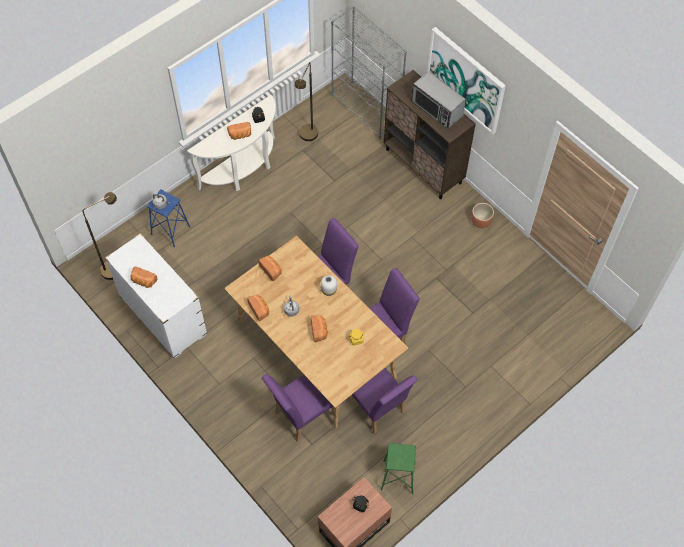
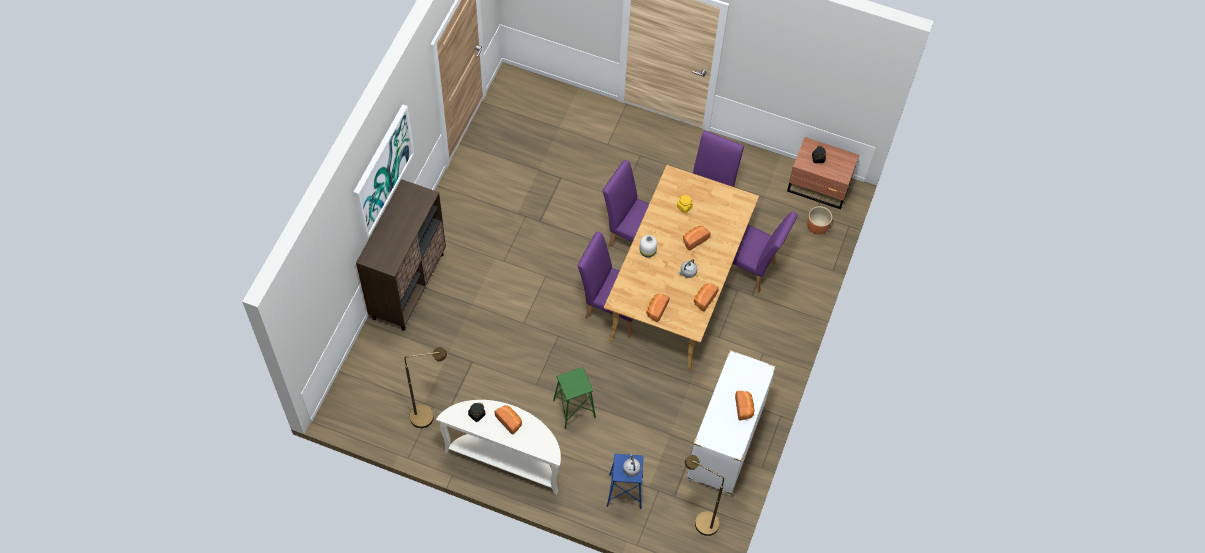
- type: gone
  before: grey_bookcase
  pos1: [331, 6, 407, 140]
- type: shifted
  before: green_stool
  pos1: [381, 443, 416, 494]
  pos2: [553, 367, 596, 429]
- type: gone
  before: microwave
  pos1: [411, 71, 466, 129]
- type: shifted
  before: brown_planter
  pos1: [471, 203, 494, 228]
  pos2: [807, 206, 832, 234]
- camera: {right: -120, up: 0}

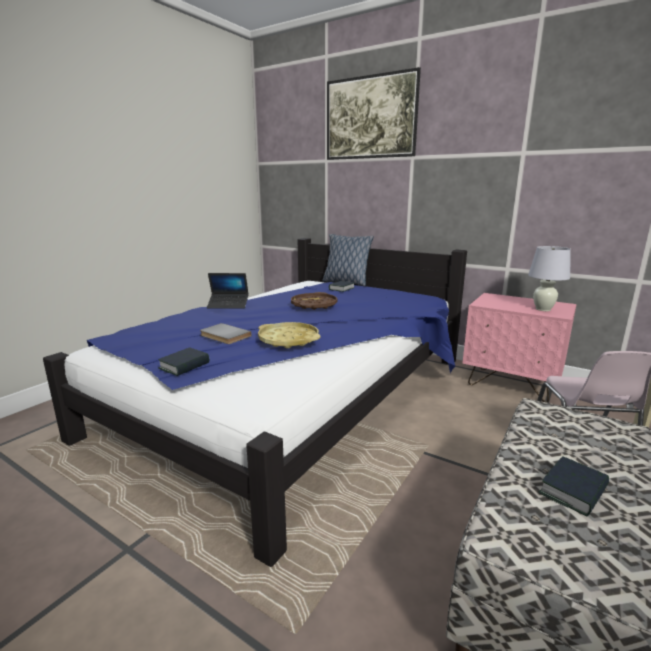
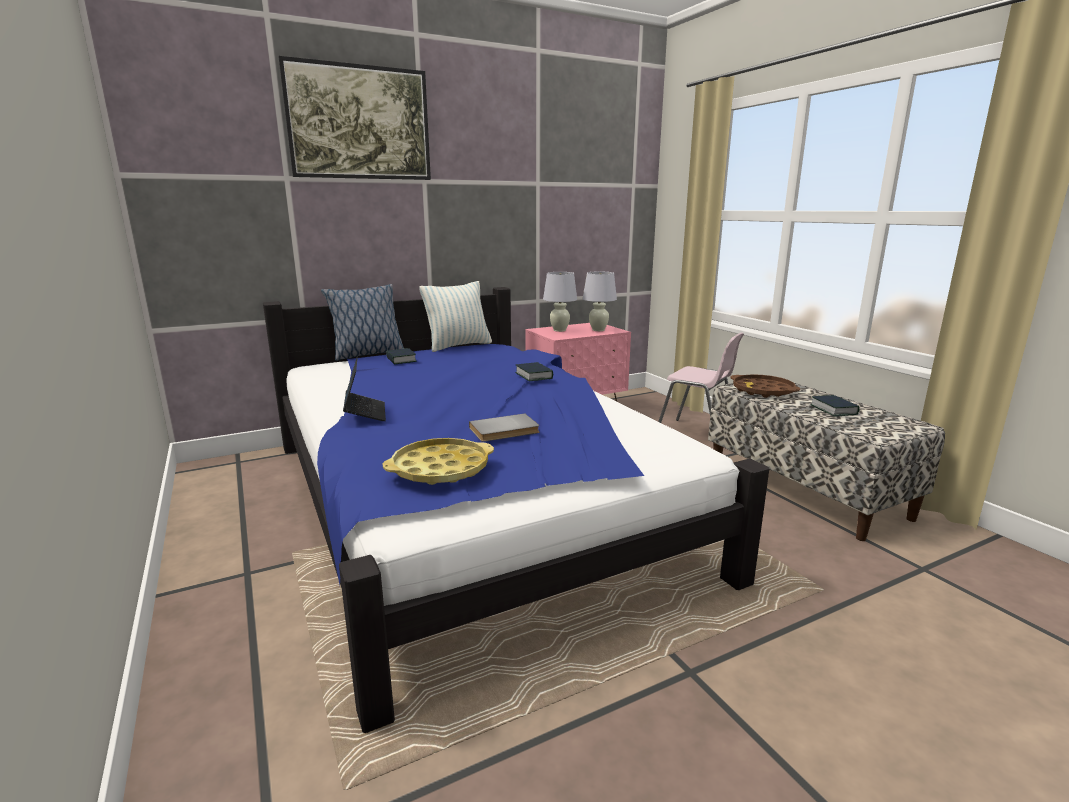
- type: shifted
  before: book
  pos1: [158, 347, 209, 376]
  pos2: [515, 362, 553, 381]
- type: rotated
  before: laptop
  pos1: [207, 273, 249, 309]
  pos2: [343, 357, 386, 421]
  turn: -45
- type: shifted
  before: yellow_tray
  pos1: [258, 322, 320, 349]
  pos2: [383, 438, 494, 485]
- type: shifted
  before: brown_tray
  pos1: [291, 292, 337, 310]
  pos2: [730, 374, 800, 398]
- type: new
  after: pillow
  pos2: [419, 281, 492, 352]
- type: new
  after: white_table_lamp
  pos2: [543, 272, 577, 332]
- camera: {right: -60, up: 0}

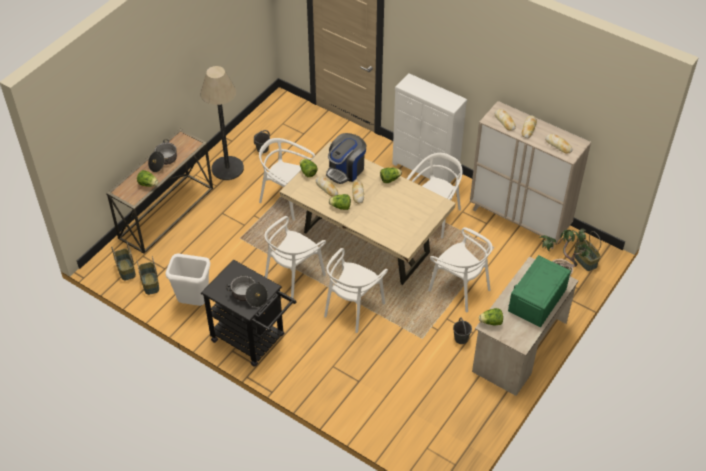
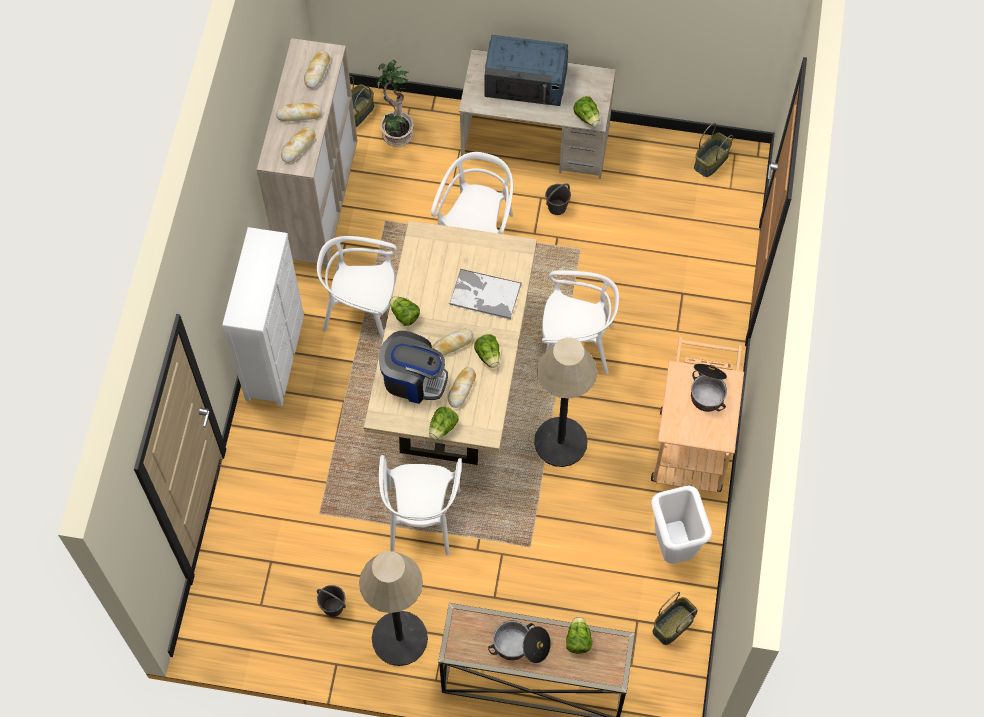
- type: shifted
  before: basket
  pos1: [111, 242, 136, 281]
  pos2: [694, 123, 733, 177]
- type: repainted
  before: black_cart
  after: beige_cart
  pos1: [201, 260, 296, 367]
  pos2: [651, 336, 744, 493]
- type: swapped
  before: white_chair
  after: floor_lamp
  pos1: [264, 216, 326, 299]
  pos2: [534, 337, 597, 467]
- type: repainted
  before: green_microwave
  after: blue_microwave
  pos1: [508, 255, 571, 327]
  pos2: [484, 35, 568, 106]
- type: new
  after: tray
  pos2: [449, 269, 522, 320]
- camera: {right: -115, up: 15}

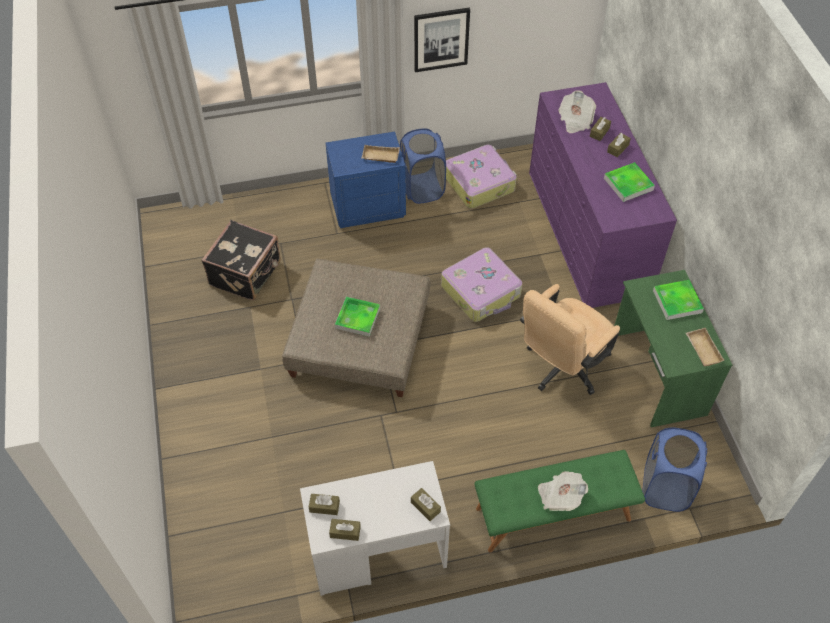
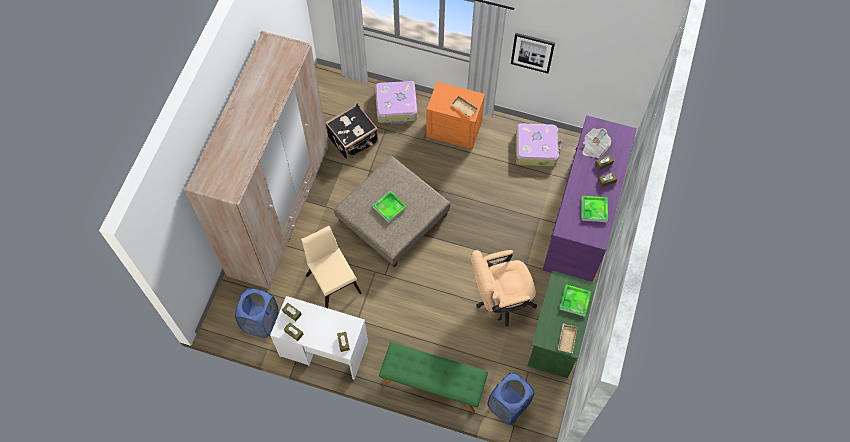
- type: repainted
  before: blue_nightstand
  after: orange_nightstand
  pos1: [326, 131, 406, 228]
  pos2: [426, 82, 485, 149]
- type: shifted
  before: blue_laundry_basket
  pos1: [400, 128, 446, 204]
  pos2: [235, 288, 278, 338]
- type: shifted
  before: suitcase
  pos1: [441, 247, 523, 322]
  pos2: [375, 81, 417, 124]
- type: gone
  before: newspaper
  pos1: [538, 471, 588, 511]
- type: new
  after: beige_wardrobe
  pos2: [185, 31, 328, 289]
- type: new
  after: beige_chair
  pos2: [301, 226, 362, 308]
- camera: {right: 30, up: 10}

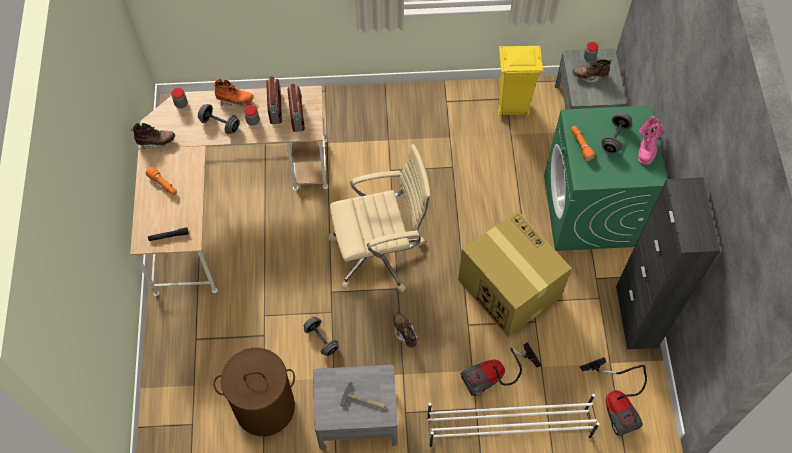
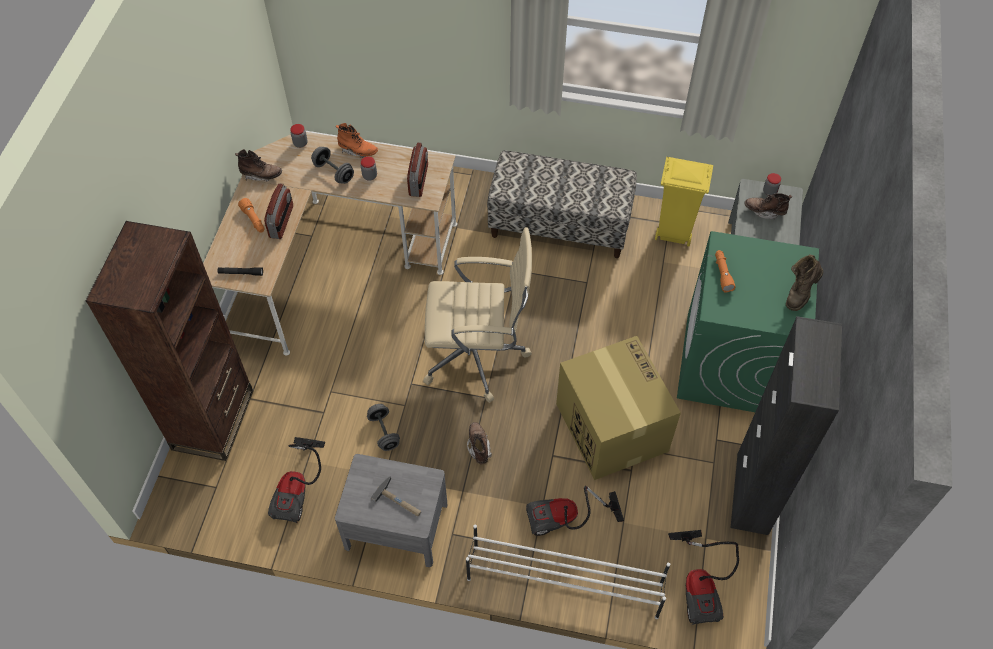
- type: swapped
  before: brown_laundry_basket
  after: vacuum_cleaner
  pos1: [213, 347, 295, 436]
  pos2: [268, 437, 326, 523]
- type: shifted
  before: radio
  pos1: [267, 76, 282, 124]
  pos2: [264, 183, 293, 239]
- type: gone
  before: grey_dumbbell
  pos1: [602, 112, 632, 154]
- type: repainted
  before: pink_boot
  after: brown_boot
  pos1: [638, 116, 663, 165]
  pos2: [786, 254, 824, 311]
- type: new
  after: brown_bookcase
  pos2: [86, 221, 253, 461]
- type: new
  after: bench
  pos2: [487, 150, 637, 258]
- camera: {right: 15, up: -5}

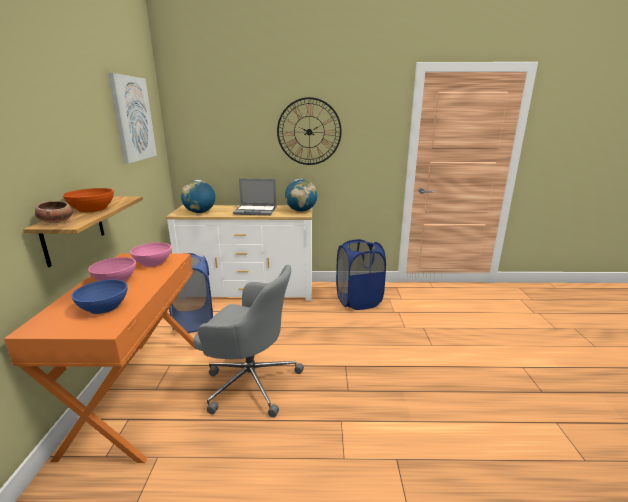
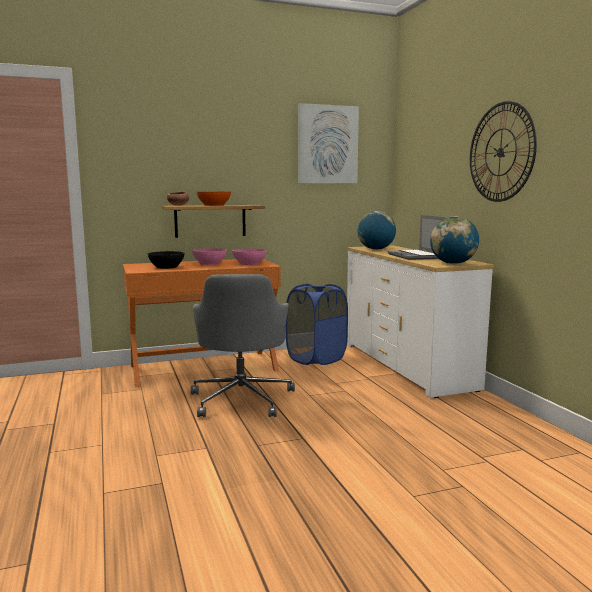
- type: repainted
  before: blue_bowl
  after: black_bowl
  pos1: [71, 280, 128, 314]
  pos2: [148, 251, 185, 269]
- type: gone
  before: blue_laundry_basket
  pos1: [336, 239, 386, 310]
- camera: {right: 70, up: -10}

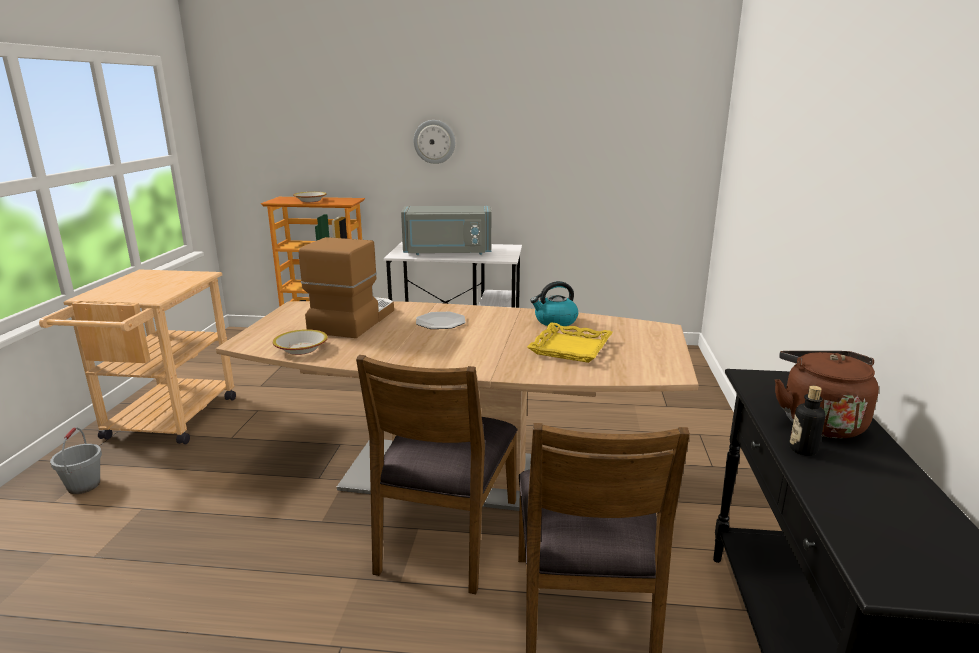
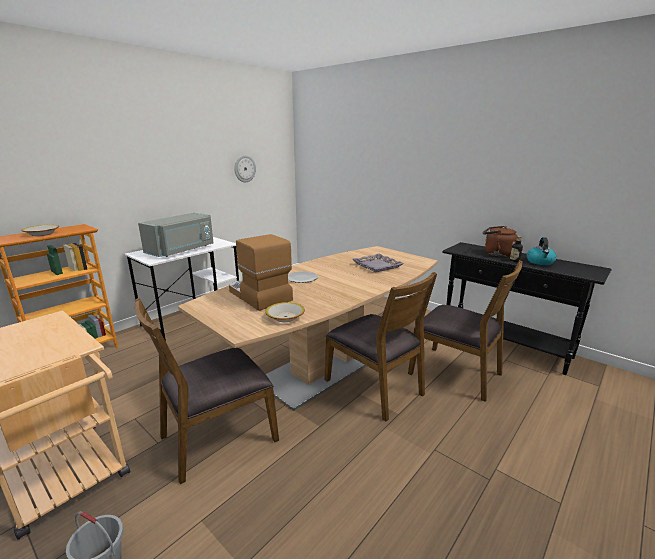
- type: shifted
  before: wall_clock
  pos1: [413, 120, 455, 164]
  pos2: [234, 155, 256, 182]
- type: repainted
  before: yellow_tray
  after: grey_tray
  pos1: [527, 322, 613, 363]
  pos2: [352, 254, 404, 272]
- type: shifted
  before: kettle
  pos1: [530, 281, 578, 327]
  pos2: [527, 237, 557, 265]
- type: new
  after: brown_chair
  pos2: [135, 298, 279, 484]
- camera: {right: -55, up: 0}

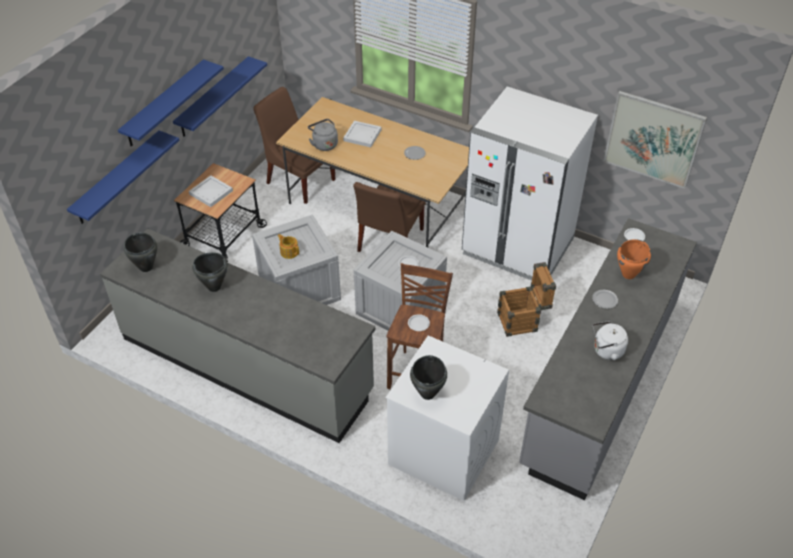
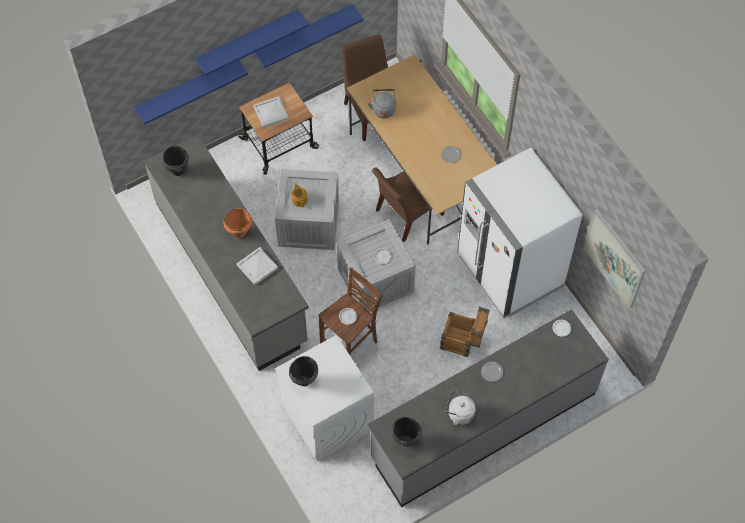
- type: shifted
  before: black_cooking_pot
  pos1: [192, 252, 228, 292]
  pos2: [391, 417, 422, 446]
- type: shifted
  before: white_tray
  pos1: [343, 121, 381, 147]
  pos2: [237, 247, 278, 285]
- type: shifted
  before: orange_cooking_pot
  pos1: [617, 239, 651, 279]
  pos2: [223, 209, 252, 238]
- camera: {right: 30, up: 15}

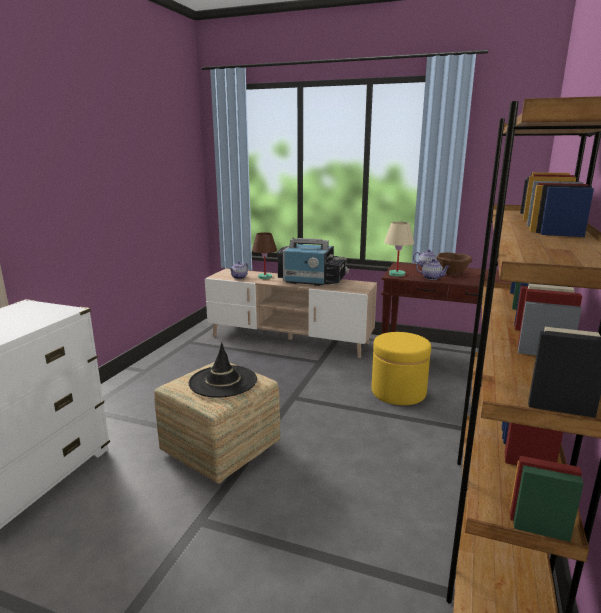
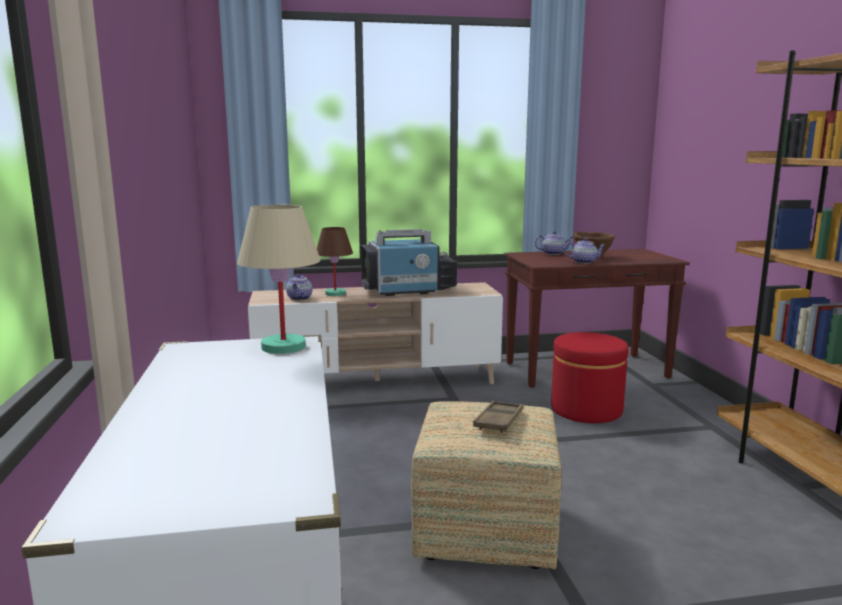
- type: swapped
  before: black_hat
  after: brown_tray
  pos1: [189, 343, 257, 398]
  pos2: [473, 401, 523, 433]
- type: repainted
  before: yellow_ottoman
  after: red_ottoman
  pos1: [371, 332, 431, 405]
  pos2: [551, 332, 629, 423]
- type: shifted
  before: beige_table_lamp
  pos1: [384, 221, 414, 277]
  pos2: [237, 205, 320, 354]
- camera: {right: -30, up: -5}

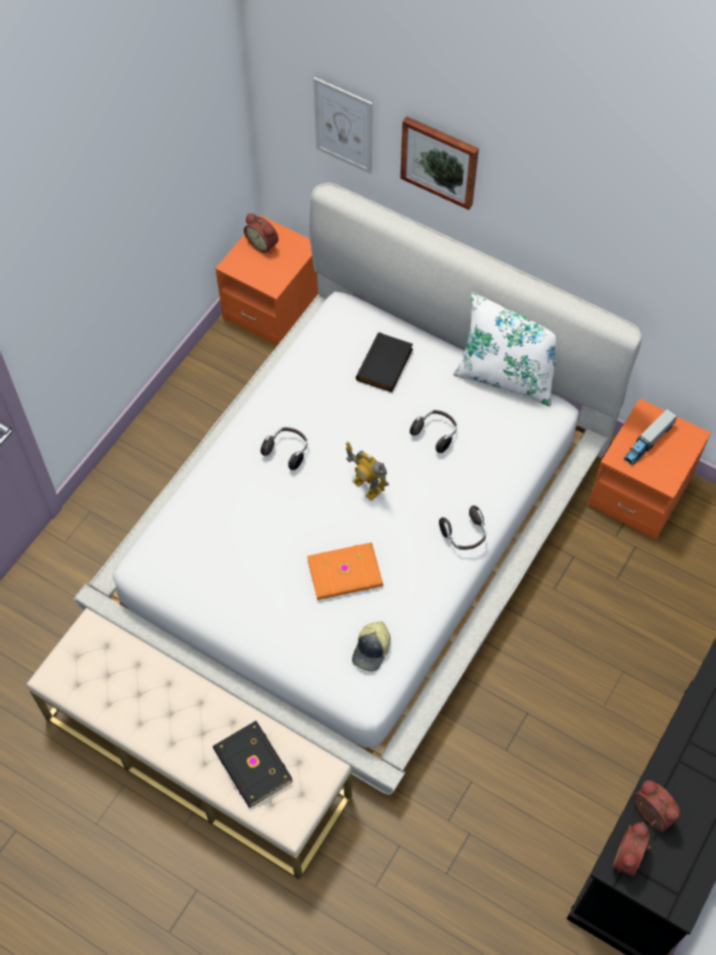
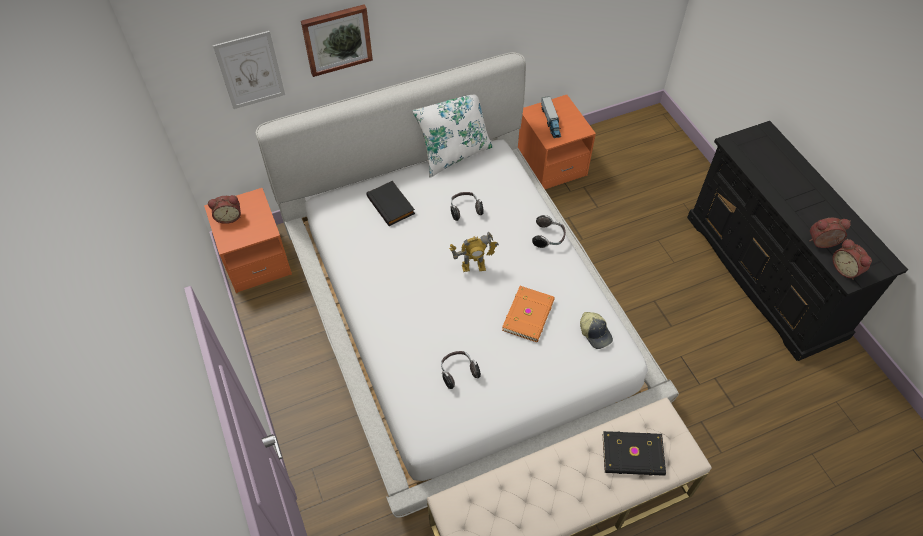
- type: shifted
  before: headphones
  pos1: [260, 427, 308, 470]
  pos2: [441, 351, 481, 389]
- camera: {right: -55, up: -5}

